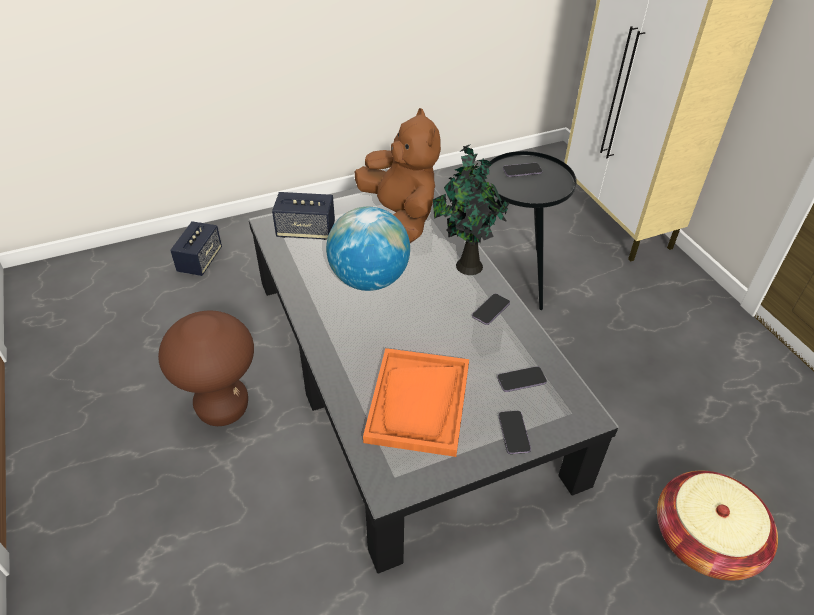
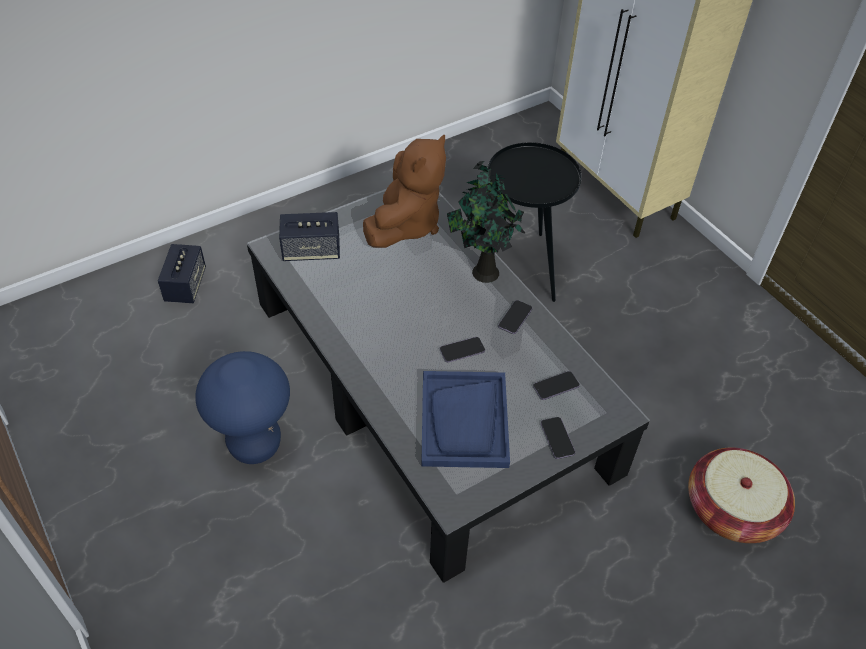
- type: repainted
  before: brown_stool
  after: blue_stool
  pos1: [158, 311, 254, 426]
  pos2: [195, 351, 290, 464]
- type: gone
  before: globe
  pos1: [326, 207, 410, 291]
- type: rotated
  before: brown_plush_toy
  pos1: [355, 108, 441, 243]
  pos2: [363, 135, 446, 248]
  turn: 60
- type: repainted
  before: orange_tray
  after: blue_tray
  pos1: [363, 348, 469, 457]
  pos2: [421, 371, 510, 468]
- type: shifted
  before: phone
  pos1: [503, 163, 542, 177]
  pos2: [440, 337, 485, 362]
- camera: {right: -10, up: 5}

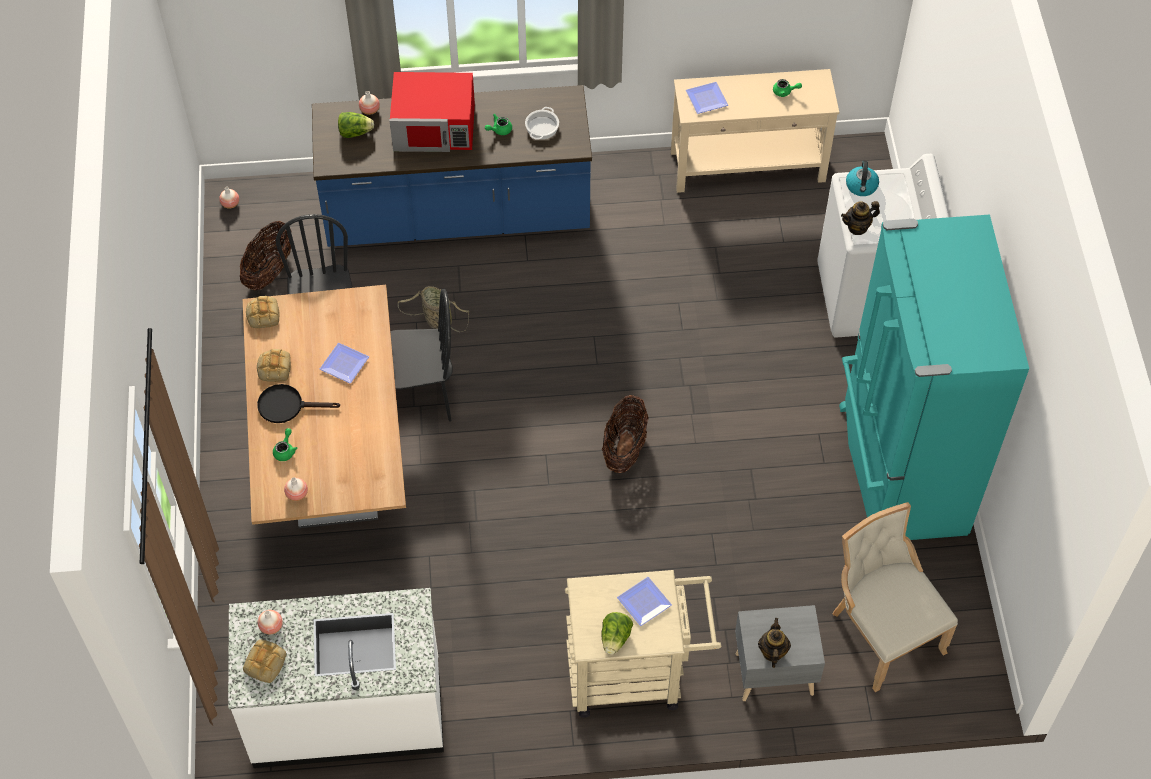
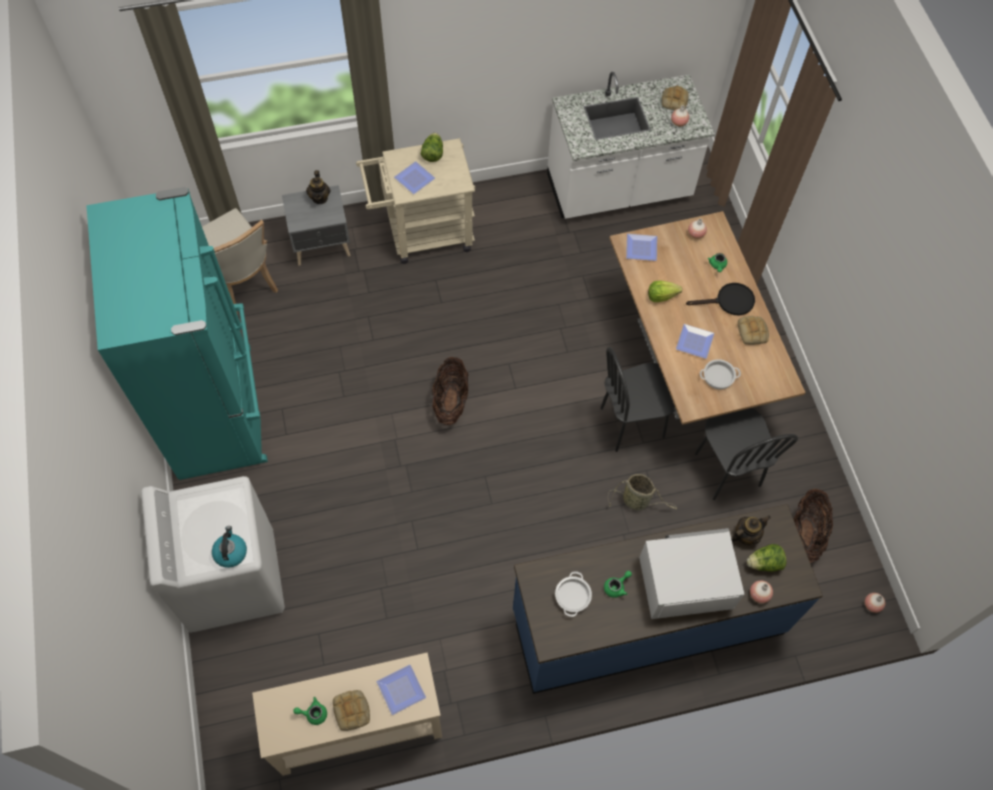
- type: shifted
  before: bread
  pos1: [246, 296, 279, 328]
  pos2: [333, 690, 370, 731]
- type: repainted
  before: red_microwave
  after: white_microwave
  pos1: [390, 72, 475, 152]
  pos2: [639, 528, 745, 619]
- type: shifted
  before: teapot
  pos1: [841, 201, 880, 235]
  pos2: [731, 516, 771, 545]
- type: new
  after: plate
  pos2: [626, 234, 657, 261]
- type: new
  after: lettuce
  pos2: [648, 281, 682, 302]
- type: new
  after: cooking_pot
  pos2: [700, 359, 741, 390]
- camera: {right: 170, up: 5}

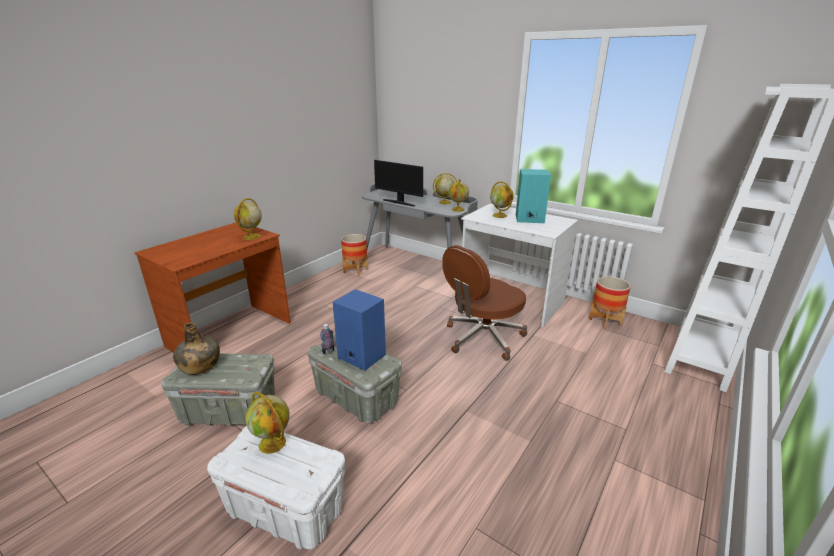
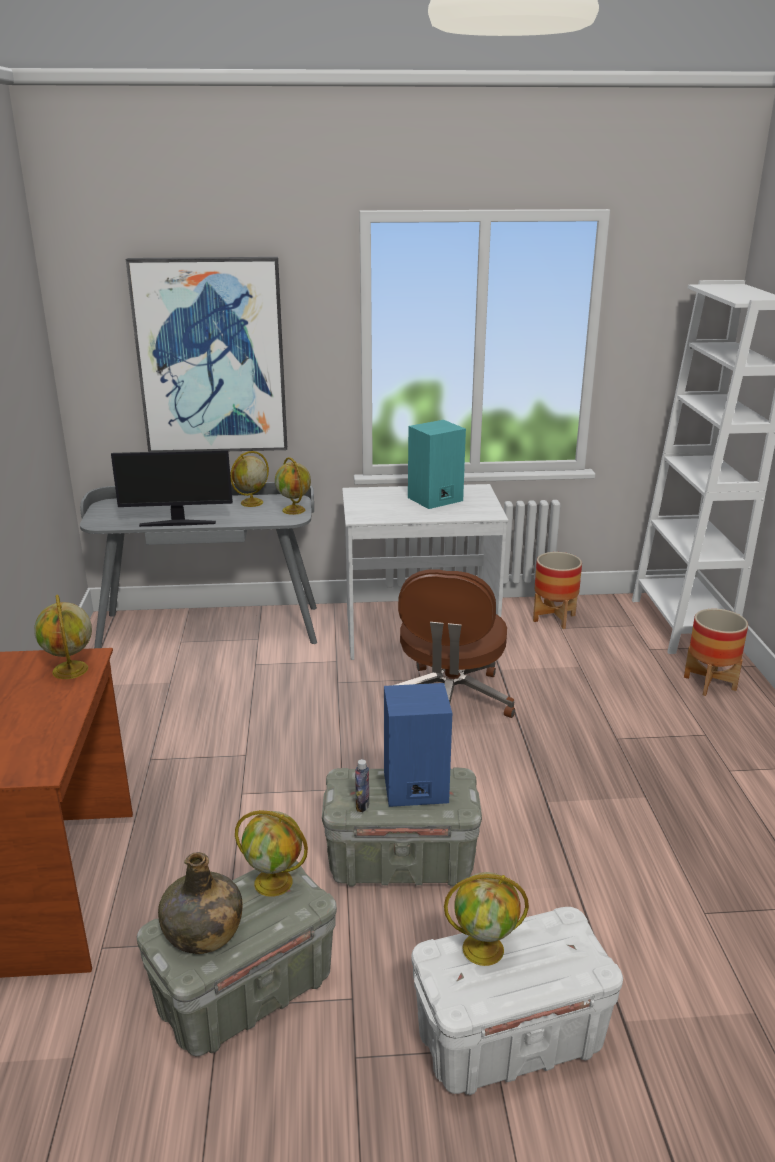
- type: shifted
  before: planter
  pos1: [341, 234, 368, 276]
  pos2: [684, 609, 748, 696]
- type: shifted
  before: globe
  pos1: [490, 181, 514, 218]
  pos2: [235, 810, 308, 897]
- type: new
  after: picture
  pos2: [126, 257, 287, 452]
- camera: {right: -40, up: 0}

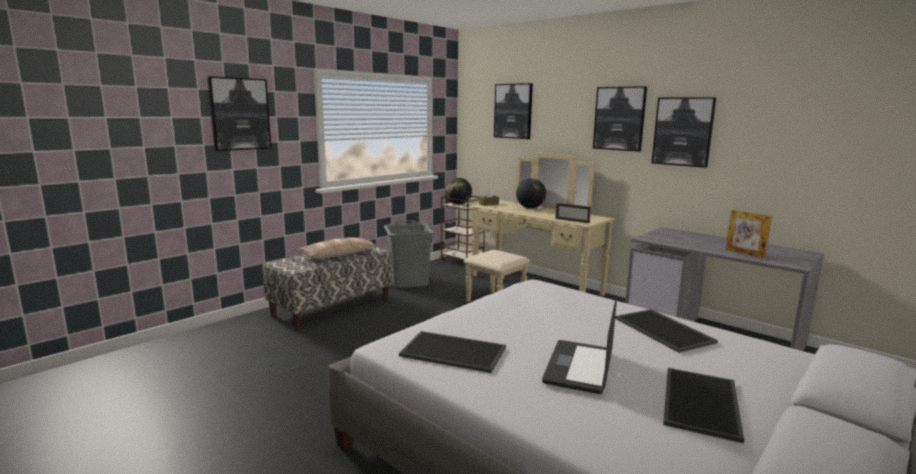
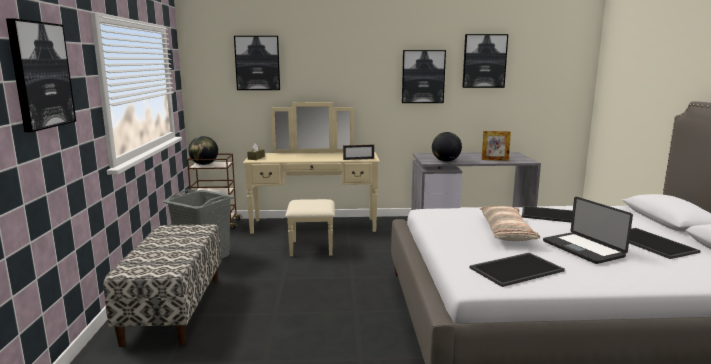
- type: shifted
  before: pillow
  pos1: [297, 237, 376, 259]
  pos2: [480, 206, 540, 241]
- type: shifted
  before: globe
  pos1: [516, 178, 546, 208]
  pos2: [432, 132, 462, 162]
- type: shifted
  before: picture
  pos1: [593, 86, 647, 152]
  pos2: [462, 34, 508, 88]
- camera: {right: -45, up: 0}

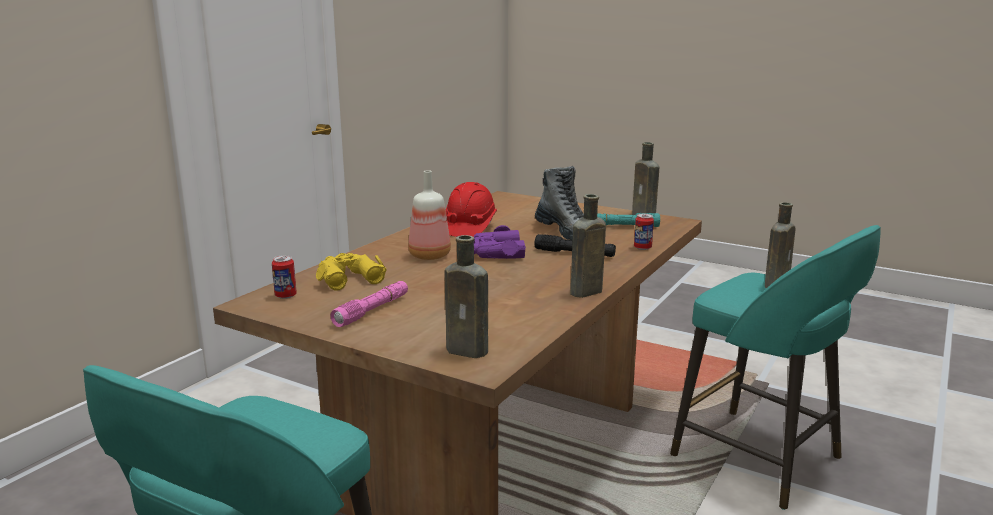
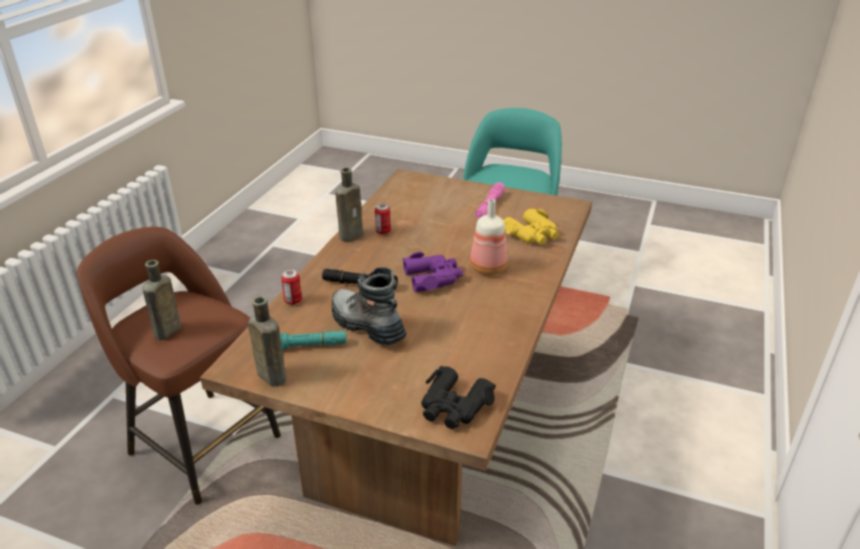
- type: shifted
  before: can
  pos1: [272, 255, 297, 299]
  pos2: [375, 204, 391, 234]
- type: gone
  before: brown_bottle
  pos1: [444, 235, 488, 358]
- type: gone
  before: red_hard_hat
  pos1: [445, 182, 497, 237]
- type: repainted
  before: turquoise_stool
  after: brown_stool
  pos1: [670, 225, 881, 510]
  pos2: [77, 227, 281, 505]
- type: new
  after: black_binoculars
  pos2: [421, 366, 496, 429]
- camera: {right: 170, up: 15}

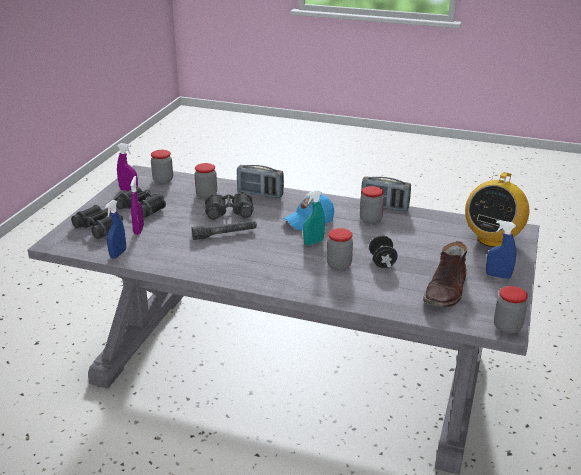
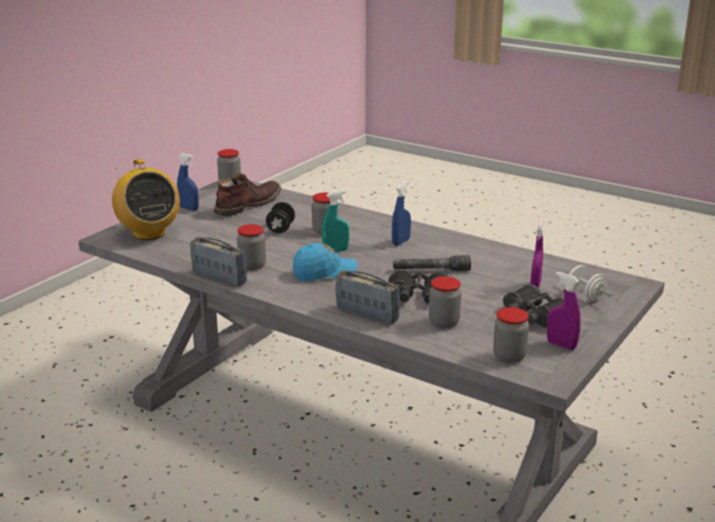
- type: swapped
  before: black_binoculars
  after: white_dumbbell
  pos1: [71, 205, 123, 239]
  pos2: [563, 265, 613, 302]
- type: shifted
  before: blue_spray_bottle
  pos1: [105, 200, 126, 259]
  pos2: [392, 180, 411, 246]
- type: rotated
  before: radio
  pos1: [465, 172, 529, 247]
  pos2: [112, 159, 180, 240]
  turn: 105
- camera: {right: -165, up: -5}

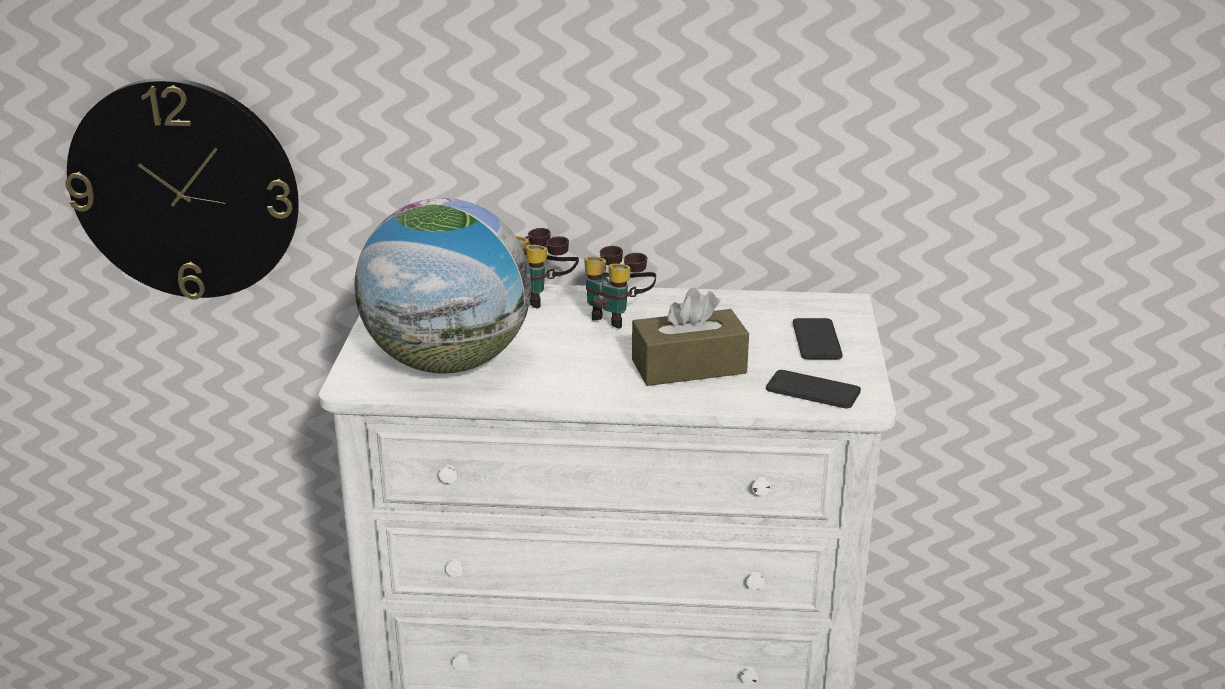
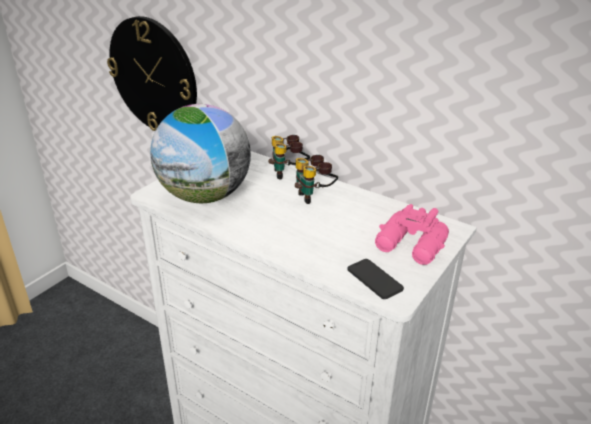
- type: gone
  before: brown_tissue_box
  pos1: [632, 288, 749, 386]
- type: swapped
  before: phone
  after: pink_binoculars
  pos1: [793, 318, 843, 359]
  pos2: [375, 204, 449, 265]
- camera: {right: 30, up: 5}

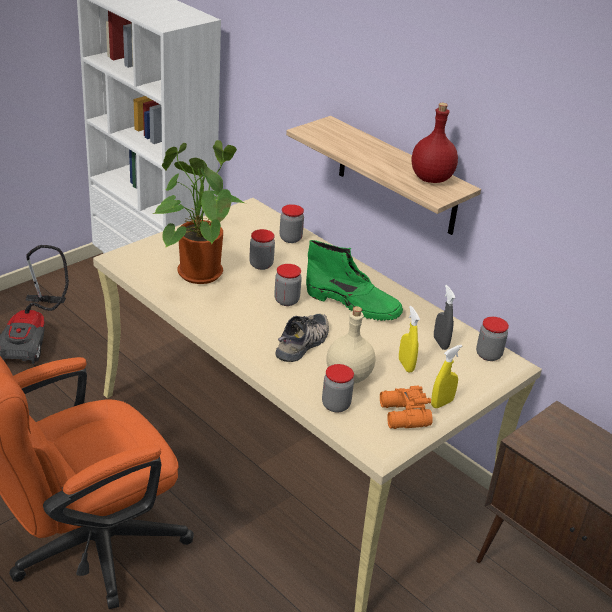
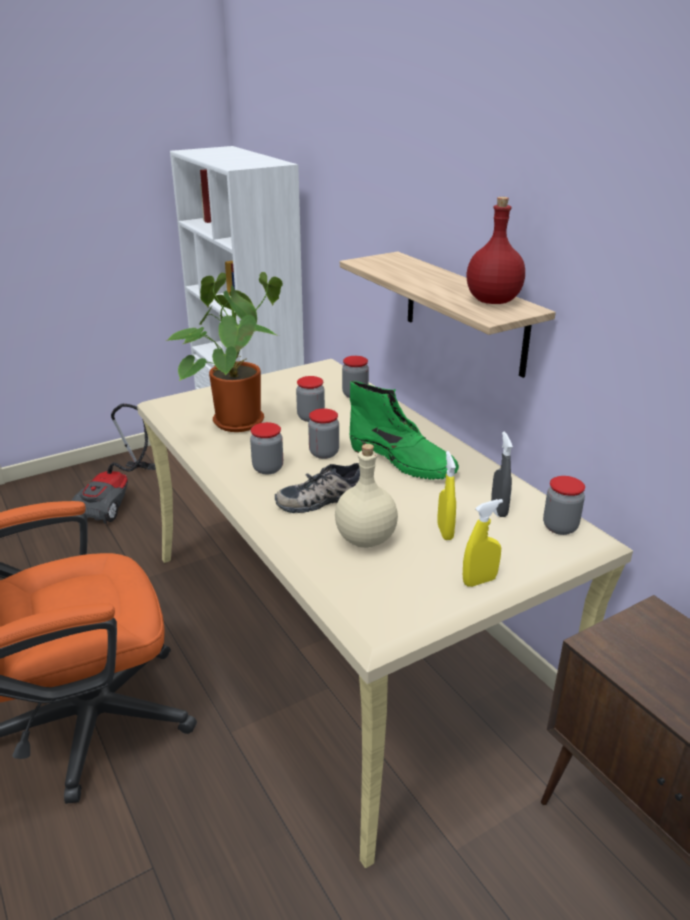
- type: rotated
  before: shoe
  pos1: [275, 314, 329, 362]
  pos2: [275, 463, 360, 513]
  turn: -150
- type: shifted
  before: jar
  pos1: [322, 364, 354, 413]
  pos2: [250, 422, 283, 474]
- type: gone
  before: orange_binoculars
  pos1: [380, 386, 433, 429]
- camera: {right: 15, up: -5}

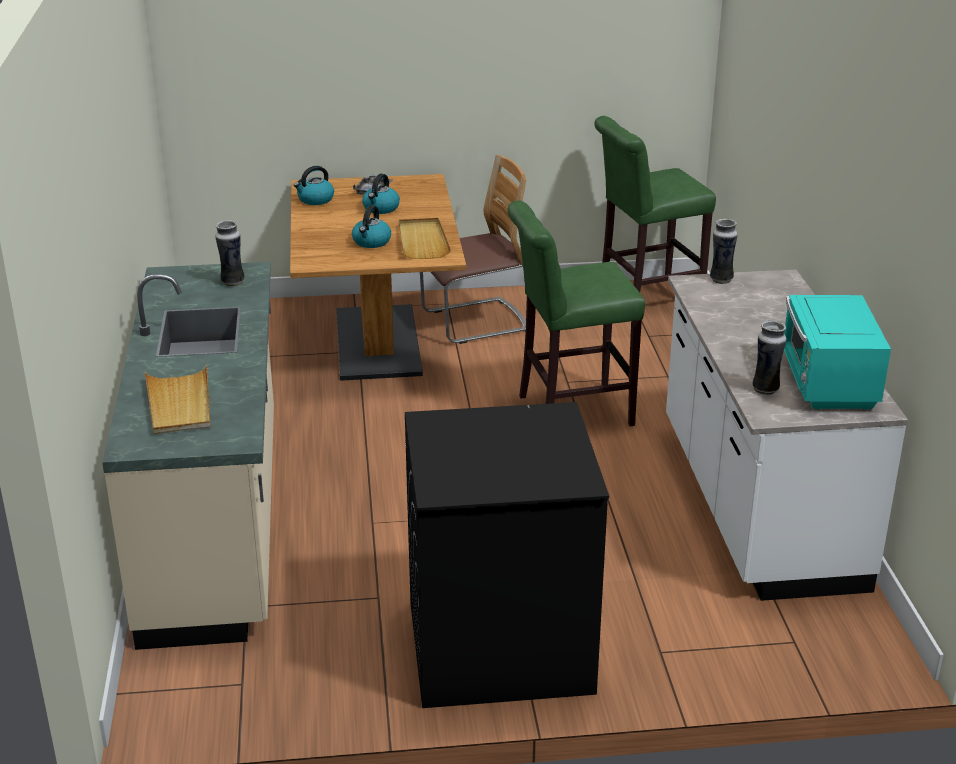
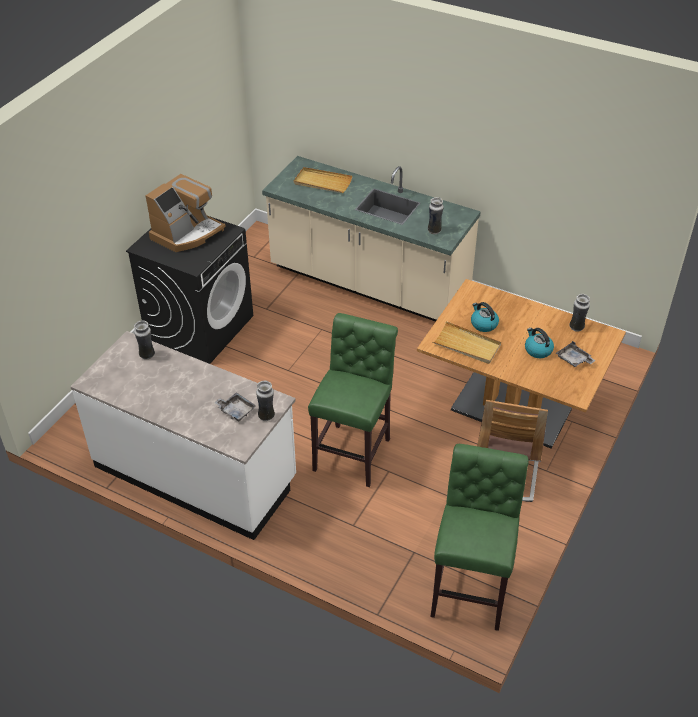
- type: swapped
  before: kettle
  after: vase
  pos1: [294, 166, 334, 205]
  pos2: [569, 294, 590, 332]
- type: gone
  before: turquoise_microwave
  pos1: [784, 295, 891, 410]
- type: new
  after: coffee_machine
  pos2: [146, 174, 226, 252]
- type: new
  after: grey_tray
  pos2: [214, 392, 256, 422]
- camera: {right: 125, up: 15}

